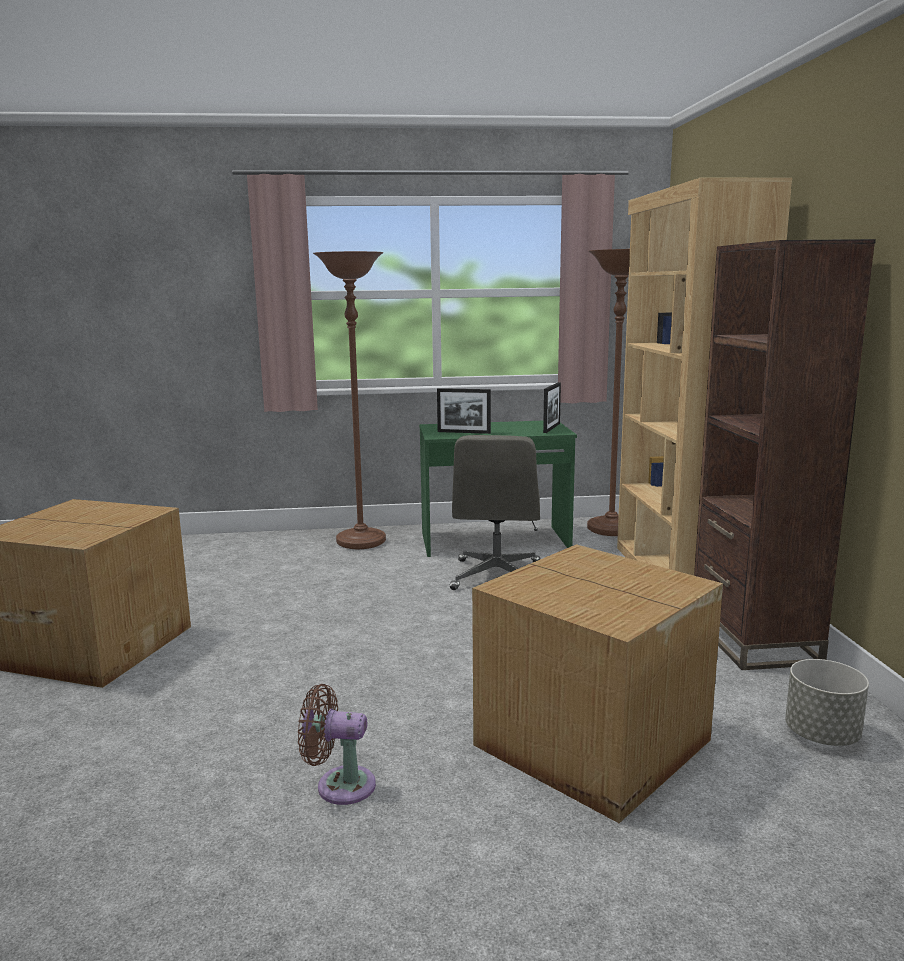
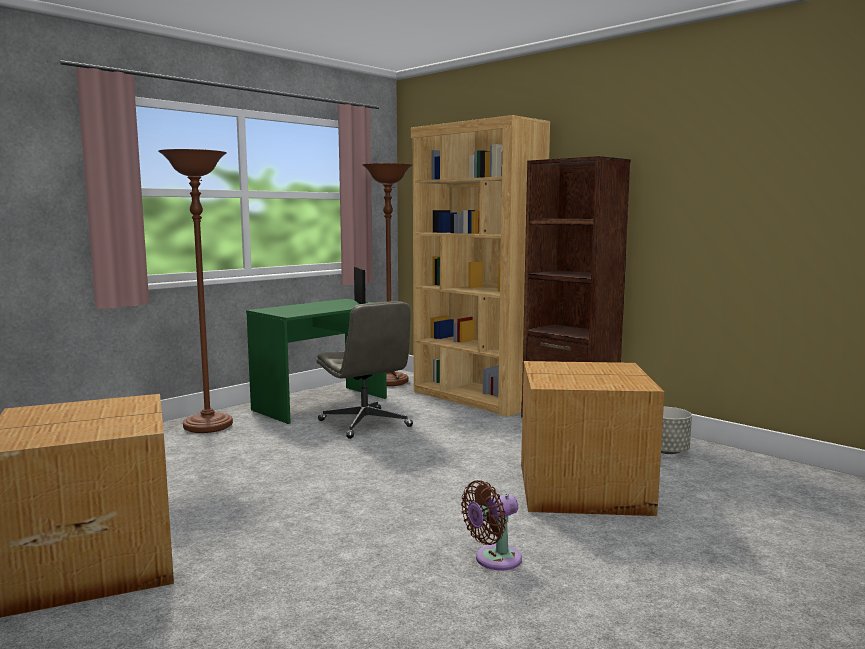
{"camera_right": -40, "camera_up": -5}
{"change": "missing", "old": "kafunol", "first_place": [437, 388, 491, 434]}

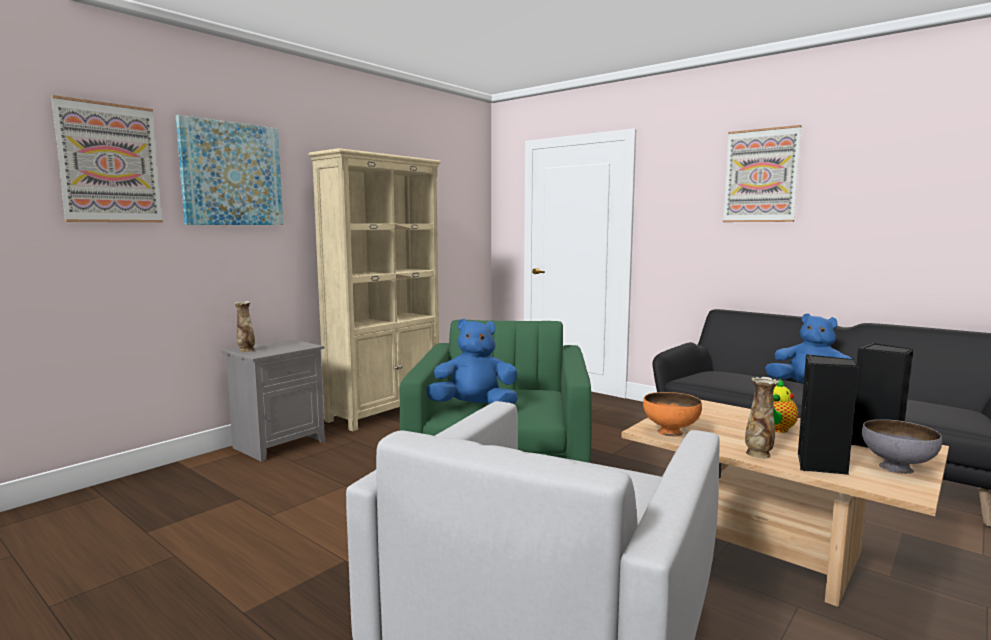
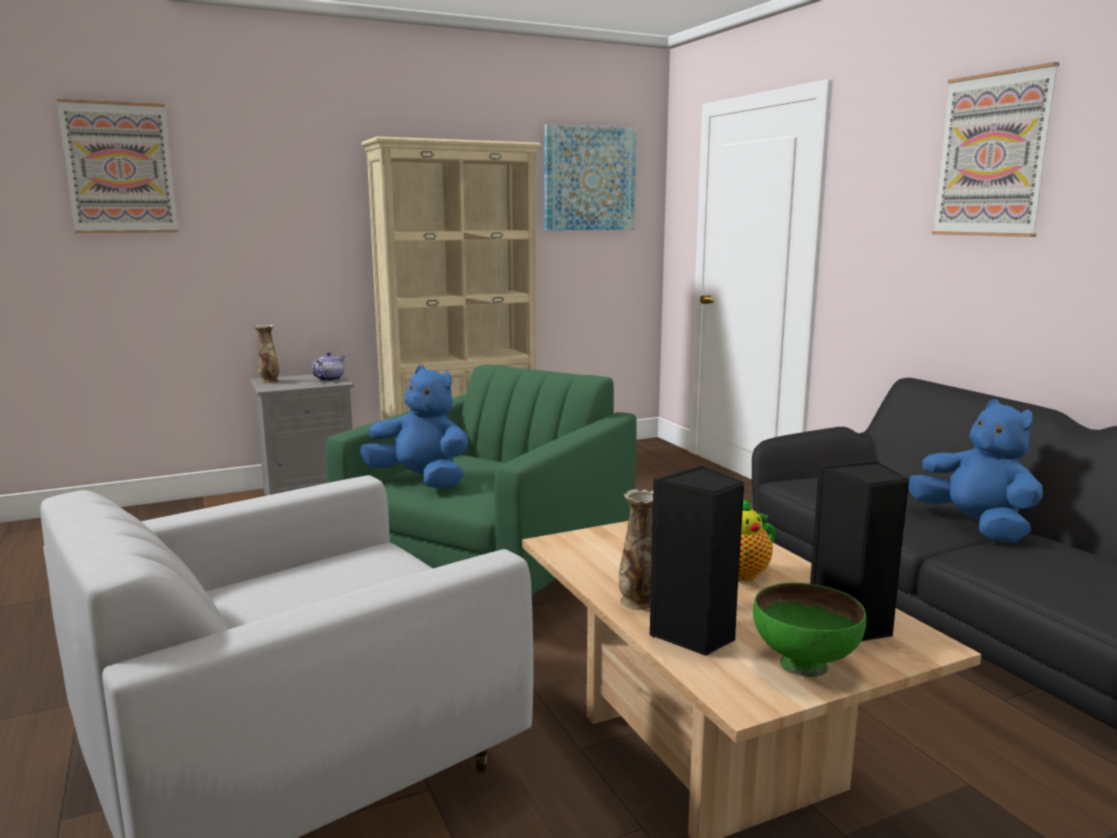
{"camera_right": 25, "camera_up": 5}
{"change": "relocated", "old": "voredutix", "first_place": [176, 115, 283, 225], "second_place": [544, 124, 636, 230]}
{"change": "missing", "old": "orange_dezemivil", "first_place": [643, 392, 702, 437]}
{"change": "colour", "old": "grey_dezemivil", "new": "green_dezemivil", "first_place": [862, 419, 942, 474], "second_place": [753, 583, 866, 677]}
{"change": "appeared", "new": "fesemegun", "second_place": [312, 352, 345, 381]}

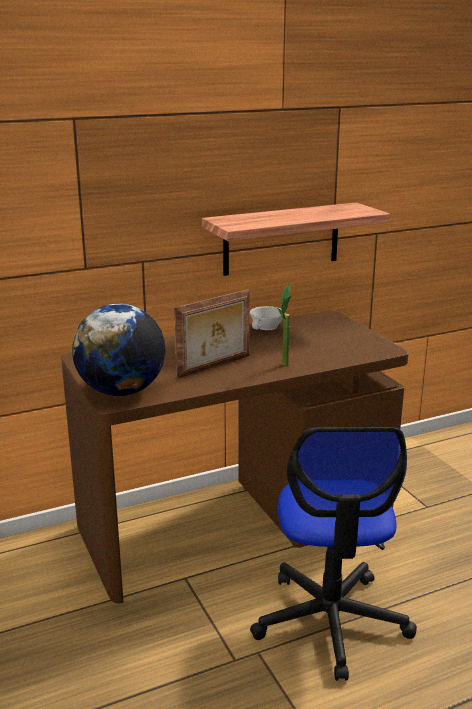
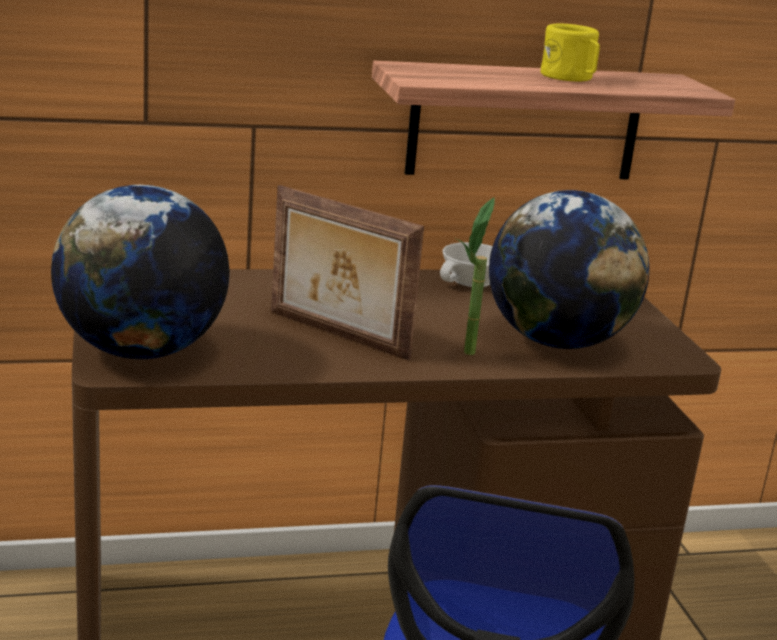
{"camera_right": 10, "camera_up": 0}
{"change": "spun", "old": "kafunol", "first_place": [174, 289, 250, 378], "second_place": [271, 185, 424, 360], "degrees": 60}
{"change": "appeared", "new": "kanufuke", "second_place": [489, 190, 649, 349]}
{"change": "appeared", "new": "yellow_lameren", "second_place": [541, 24, 600, 81]}

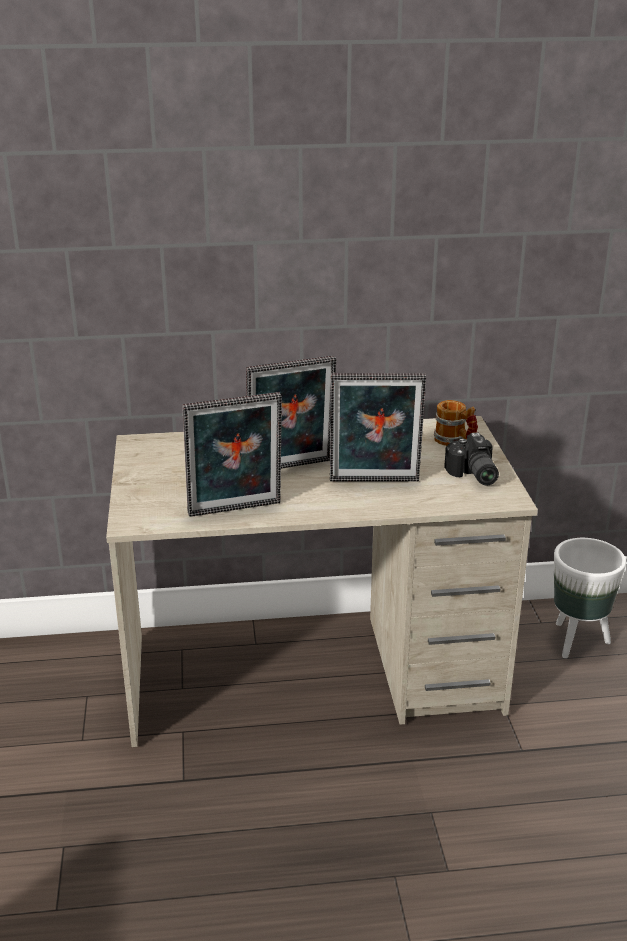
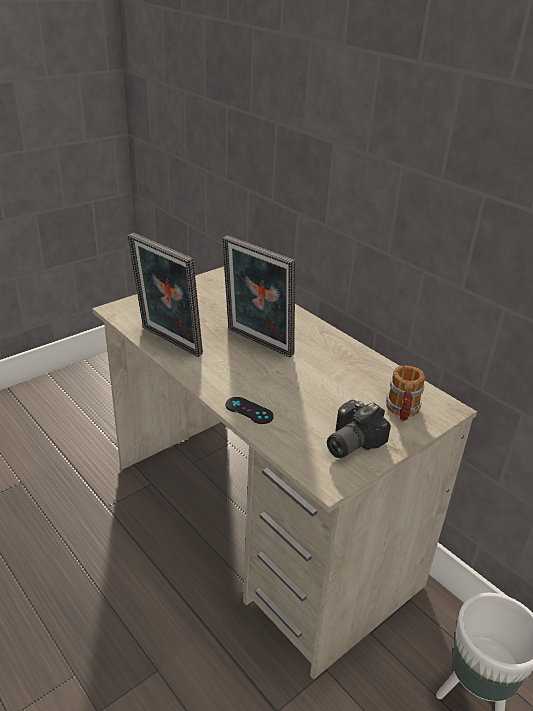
{"camera_right": 55, "camera_up": 5}
{"change": "missing", "old": "kafunol", "first_place": [330, 373, 426, 482]}
{"change": "appeared", "new": "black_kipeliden", "second_place": [226, 397, 274, 424]}

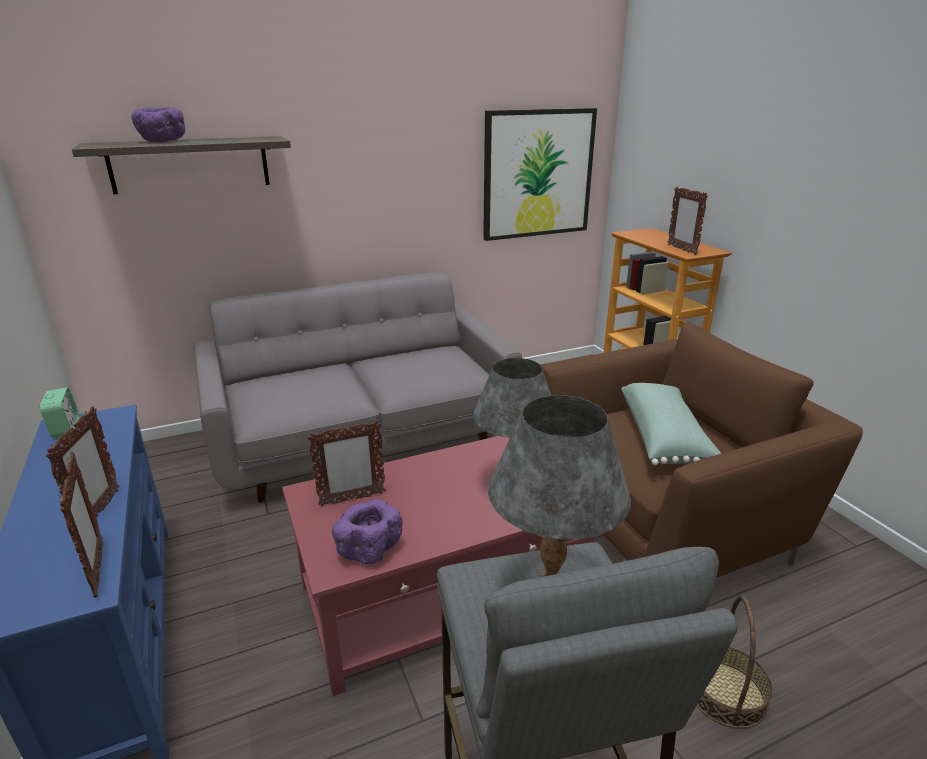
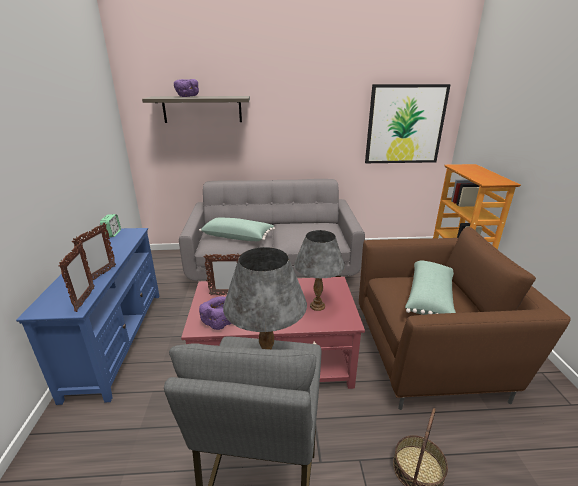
{"camera_right": 20, "camera_up": 0}
{"change": "missing", "old": "kafunol", "first_place": [668, 187, 708, 255]}
{"change": "appeared", "new": "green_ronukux", "second_place": [199, 218, 275, 241]}

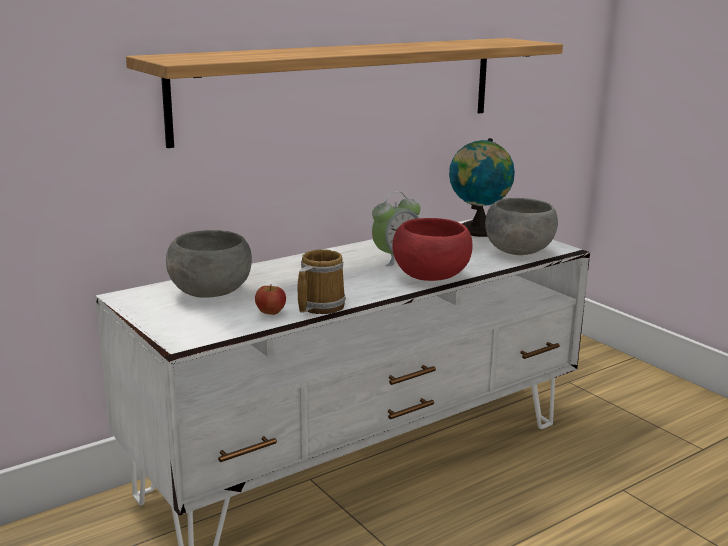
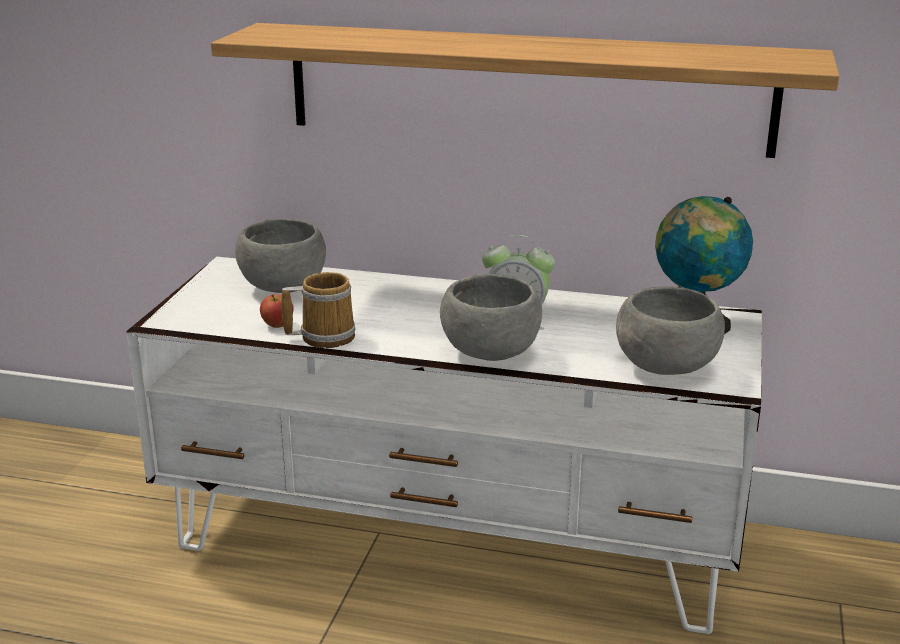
{"camera_right": 50, "camera_up": 5}
{"change": "colour", "old": "red_dezemivil", "new": "grey_dezemivil", "first_place": [392, 218, 472, 281], "second_place": [440, 274, 542, 361]}

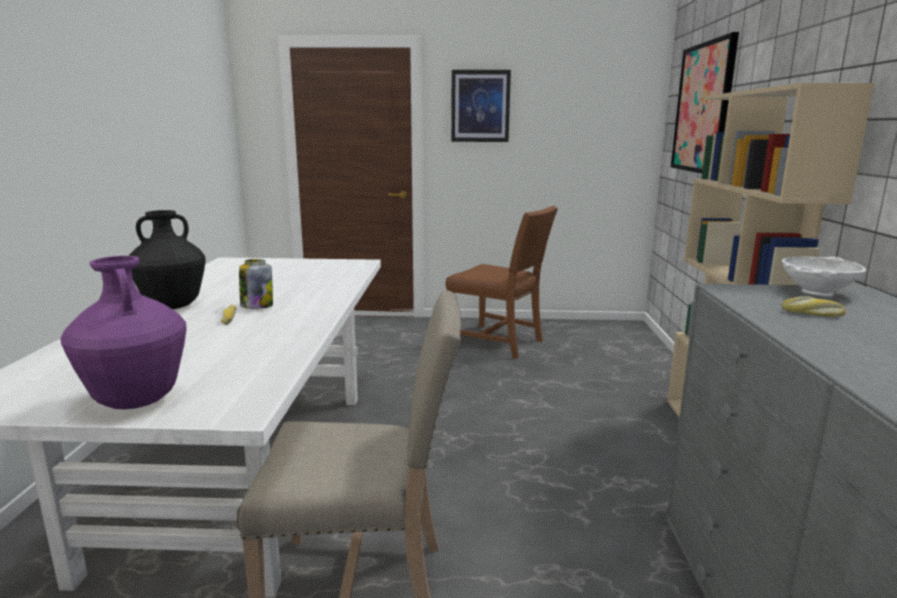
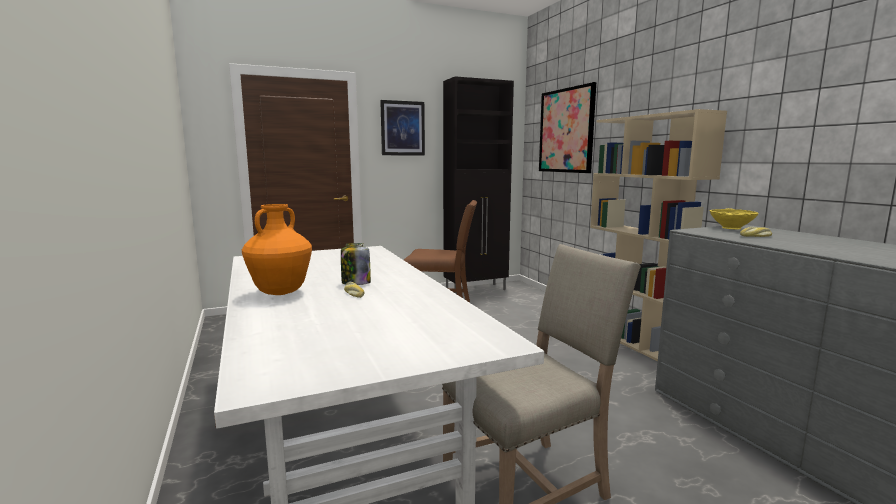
{"camera_right": -25, "camera_up": -5}
{"change": "missing", "old": "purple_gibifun", "first_place": [60, 256, 187, 410]}
{"change": "colour", "old": "black_gibifun", "new": "orange_gibifun", "first_place": [129, 210, 206, 309], "second_place": [242, 204, 312, 295]}
{"change": "colour", "old": "white_dezemivil", "new": "yellow_dezemivil", "first_place": [782, 257, 866, 296], "second_place": [710, 208, 759, 229]}
{"change": "appeared", "new": "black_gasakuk", "second_place": [443, 76, 514, 294]}

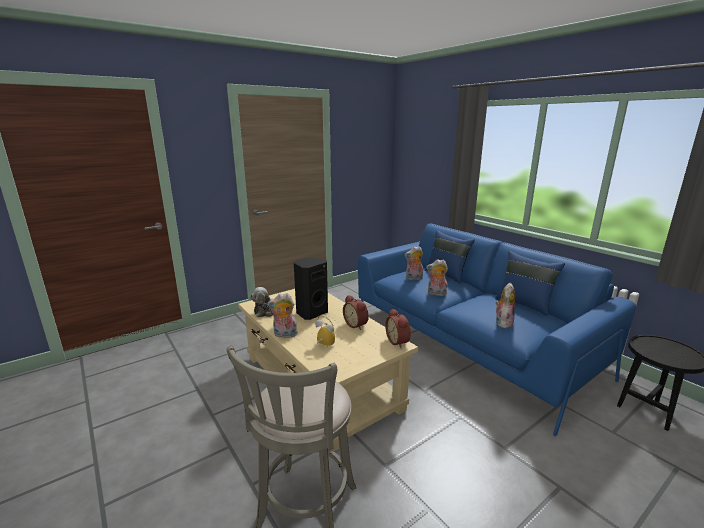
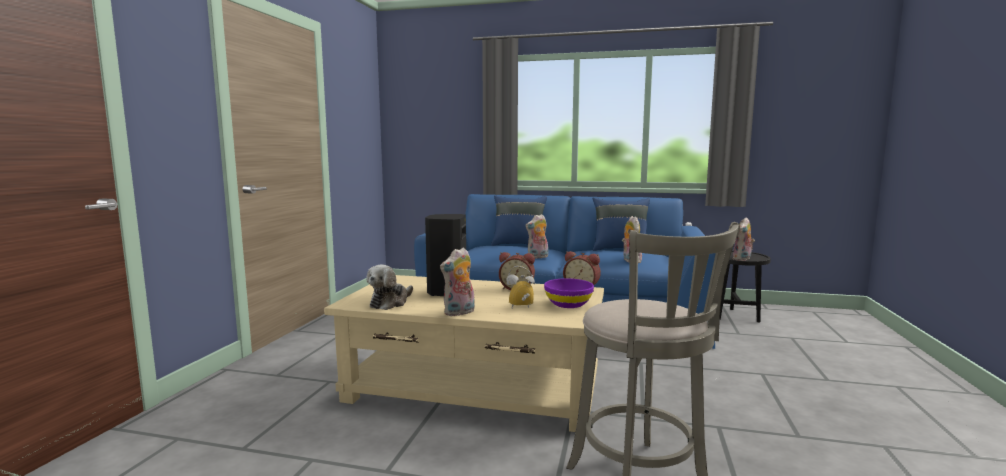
{"camera_right": -40, "camera_up": -10}
{"change": "relocated", "old": "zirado", "first_place": [404, 246, 423, 280], "second_place": [733, 217, 755, 261]}
{"change": "appeared", "new": "purple_dezemivil", "second_place": [544, 278, 594, 308]}

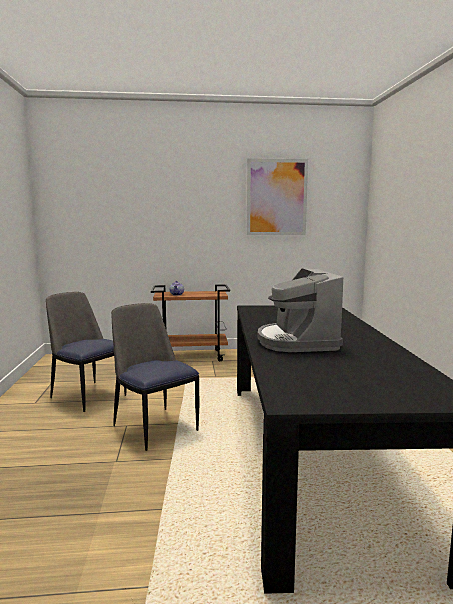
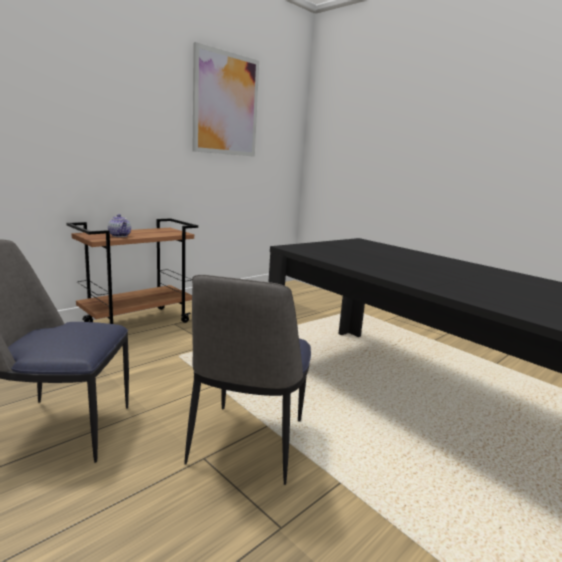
{"camera_right": -40, "camera_up": 5}
{"change": "spun", "old": "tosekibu", "first_place": [111, 303, 199, 451], "second_place": [184, 275, 311, 485], "degrees": -90}
{"change": "missing", "old": "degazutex", "first_place": [257, 268, 343, 352]}

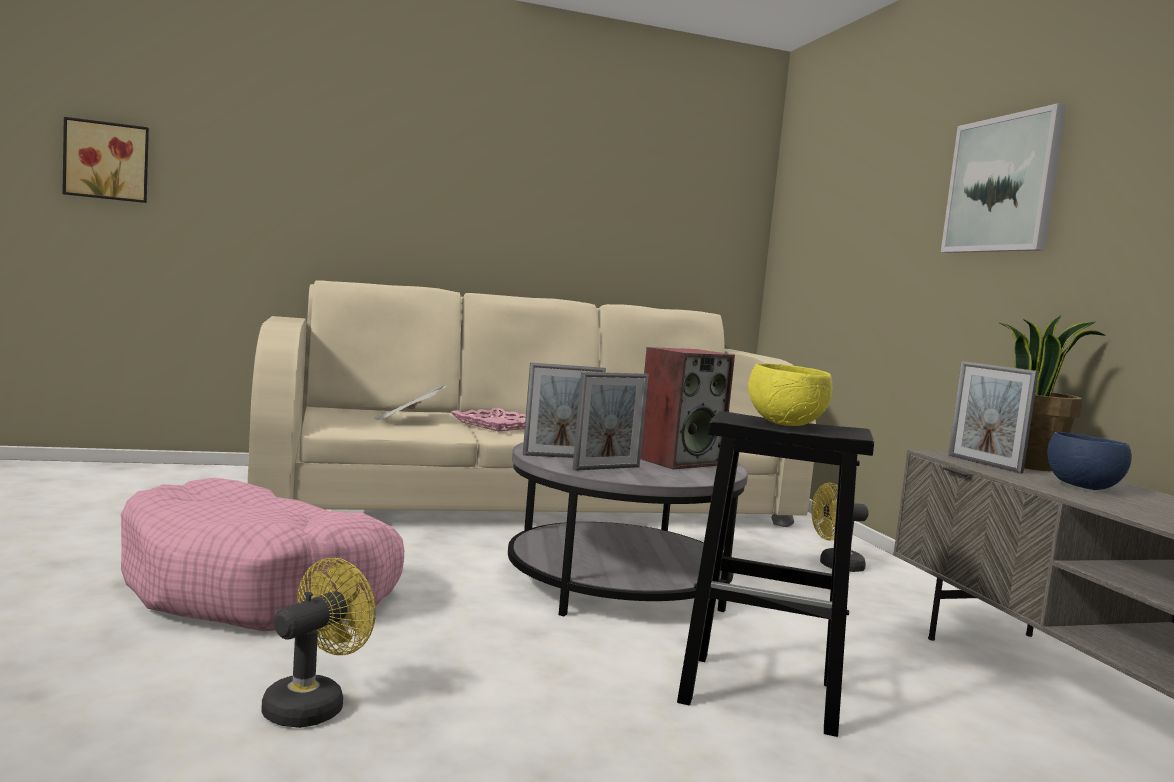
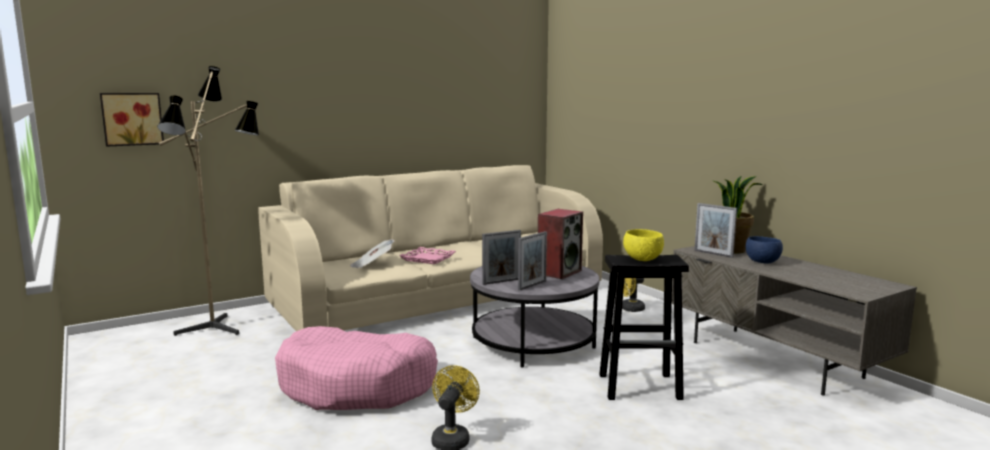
{"camera_right": -15, "camera_up": 5}
{"change": "missing", "old": "voredutix", "first_place": [941, 103, 1067, 253]}
{"change": "appeared", "new": "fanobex", "second_place": [157, 66, 259, 336]}

